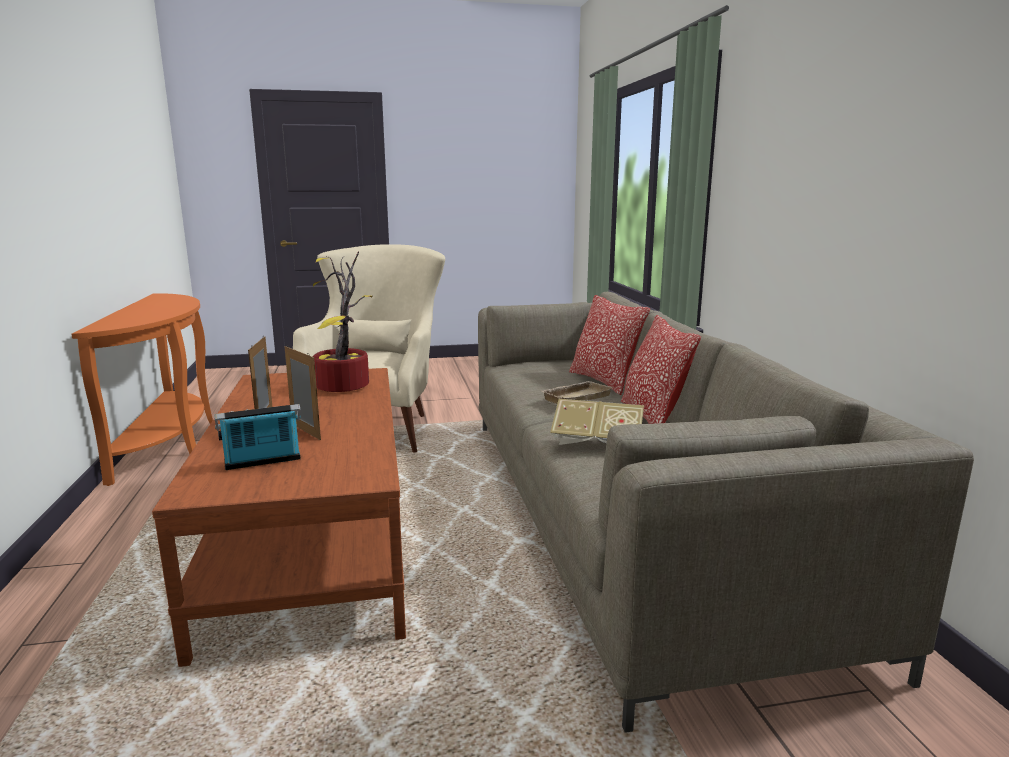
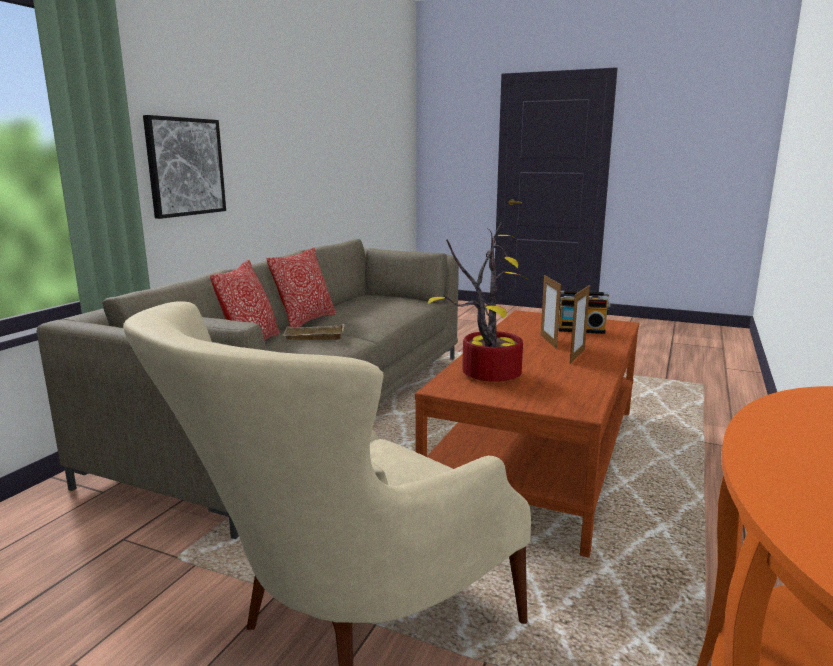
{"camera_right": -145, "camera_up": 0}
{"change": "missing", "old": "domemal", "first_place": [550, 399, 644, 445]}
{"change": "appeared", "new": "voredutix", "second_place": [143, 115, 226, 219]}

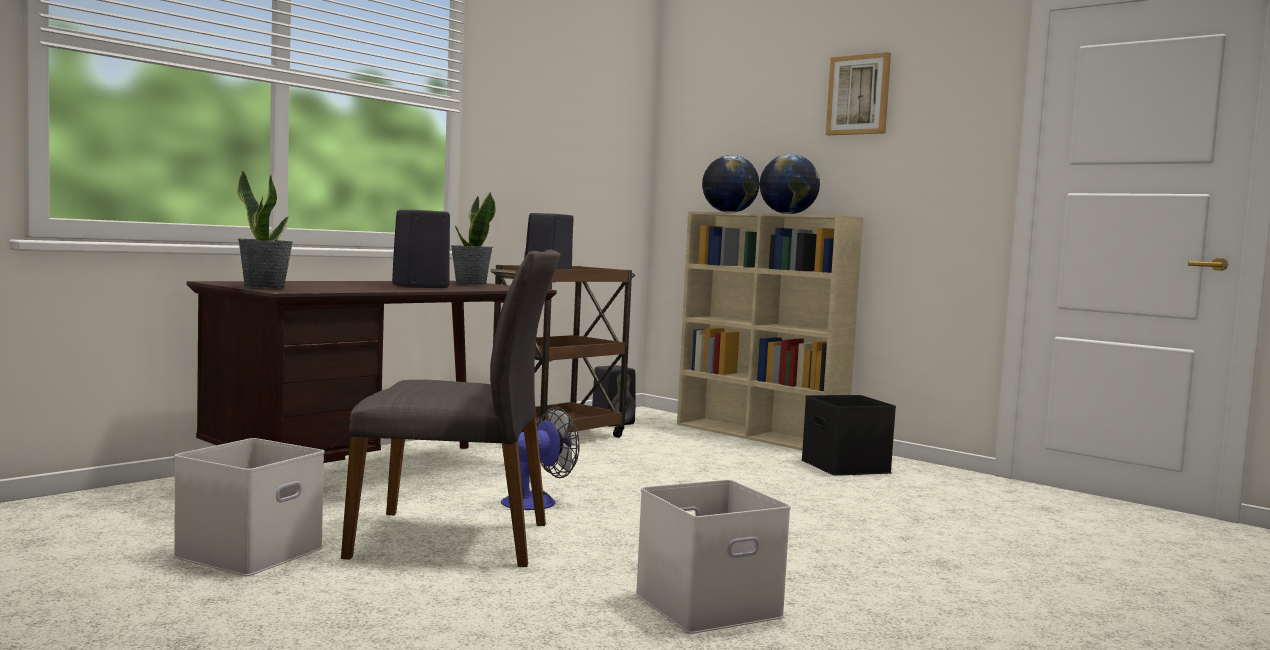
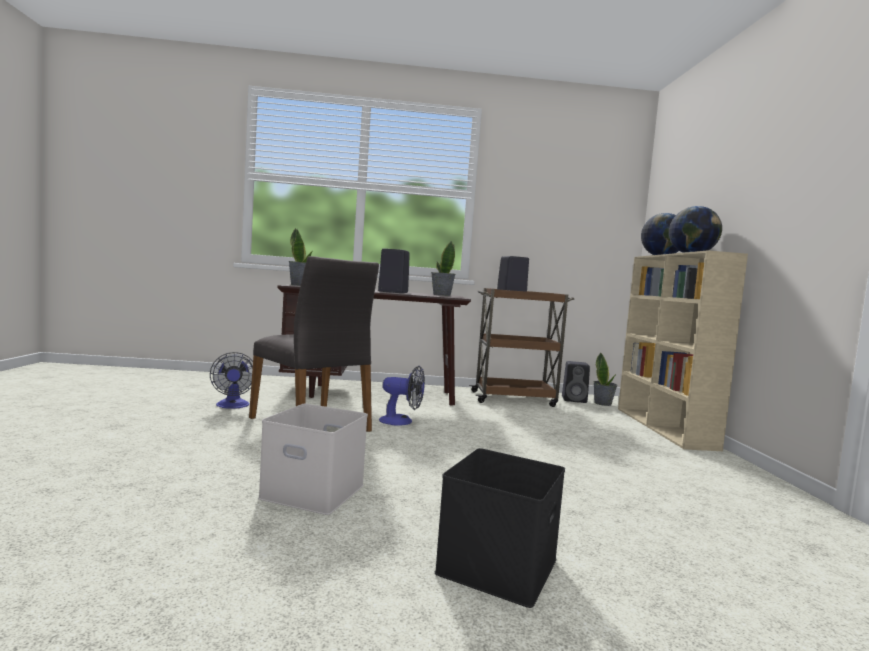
{"camera_right": 45, "camera_up": 0}
{"change": "exchanged", "old": "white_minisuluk", "new": "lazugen", "first_place": [173, 438, 324, 576], "second_place": [210, 352, 253, 409]}
{"change": "relocated", "old": "black_minisuluk", "first_place": [801, 395, 896, 476], "second_place": [435, 448, 565, 608]}
{"change": "missing", "old": "voredutix", "first_place": [826, 52, 891, 135]}
{"change": "appeared", "new": "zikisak", "second_place": [593, 352, 618, 406]}

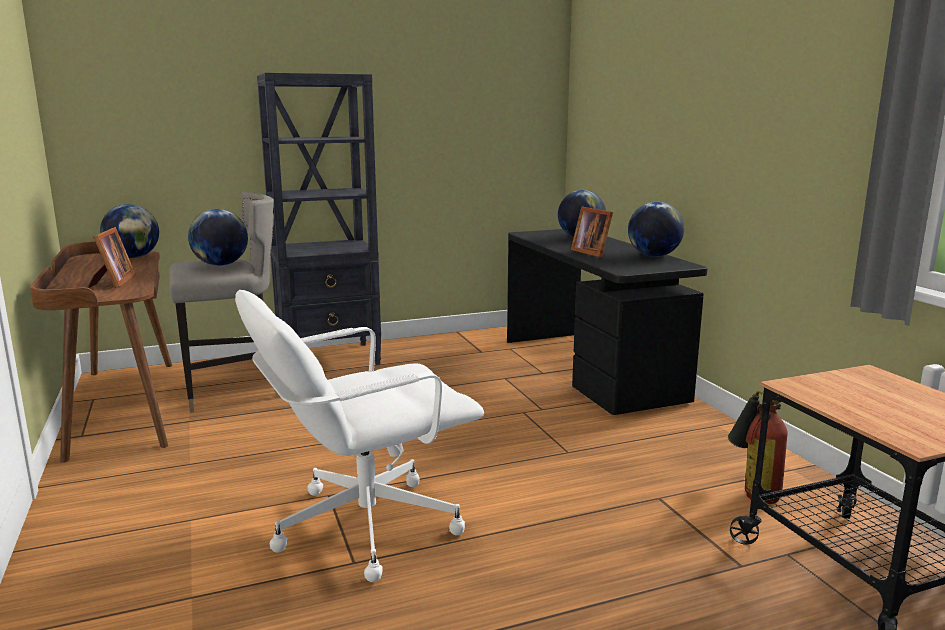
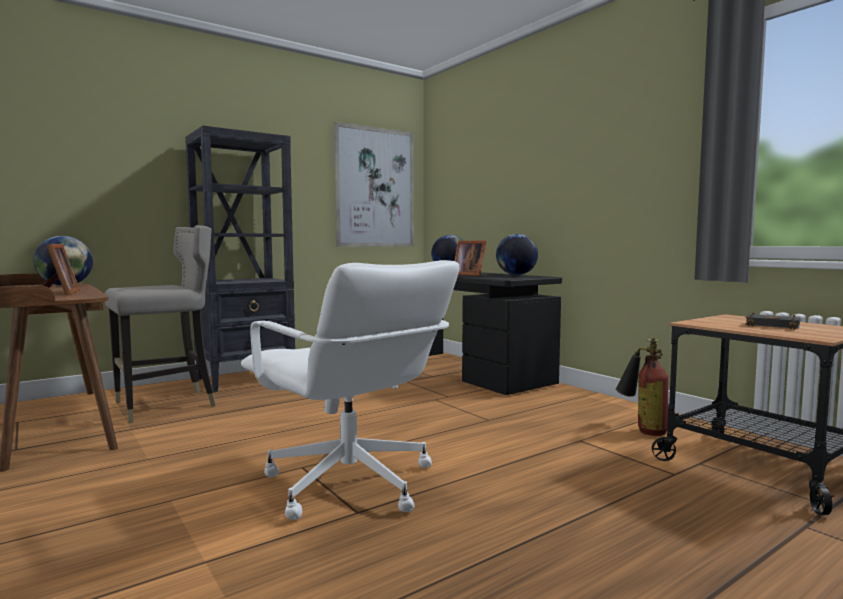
{"camera_right": -15, "camera_up": -10}
{"change": "missing", "old": "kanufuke", "first_place": [188, 209, 248, 266]}
{"change": "spun", "old": "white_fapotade", "first_place": [235, 290, 484, 582], "second_place": [241, 260, 459, 520], "degrees": -90}
{"change": "appeared", "new": "voredutix", "second_place": [334, 122, 414, 247]}
{"change": "appeared", "new": "black_domemal", "second_place": [745, 312, 800, 330]}

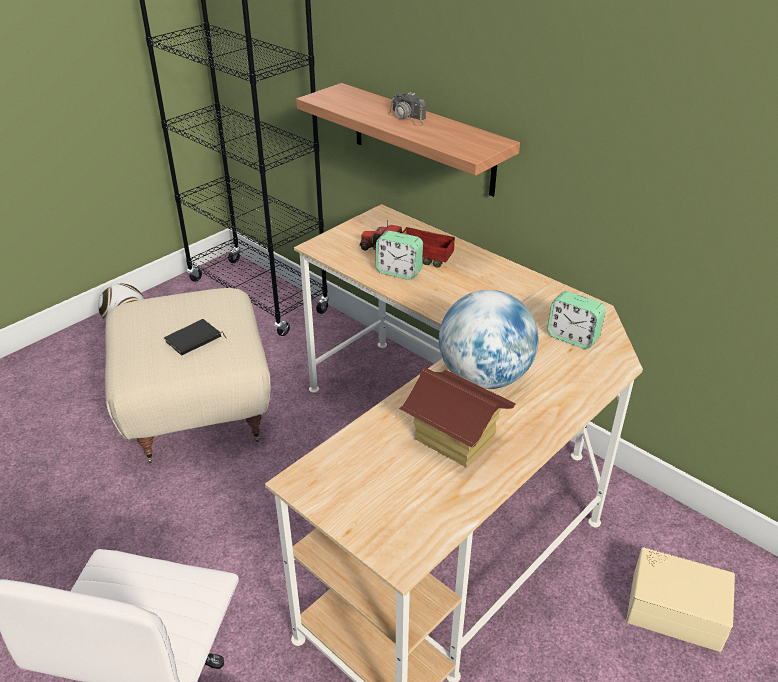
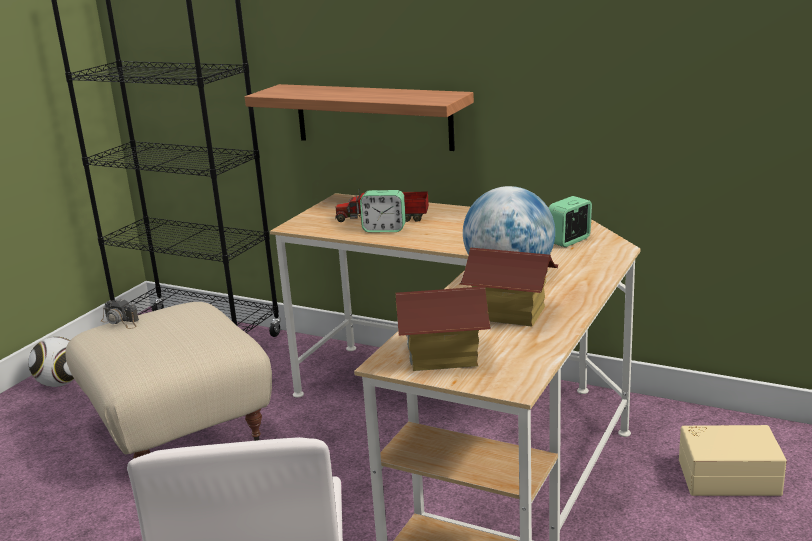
{"camera_right": -15, "camera_up": -15}
{"change": "missing", "old": "black_domemal", "first_place": [164, 319, 226, 356]}
{"change": "relocated", "old": "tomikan", "first_place": [387, 92, 426, 126], "second_place": [101, 298, 139, 329]}
{"change": "spun", "old": "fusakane", "first_place": [547, 291, 606, 349], "second_place": [549, 196, 592, 247], "degrees": 120}
{"change": "appeared", "new": "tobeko", "second_place": [396, 286, 491, 371]}

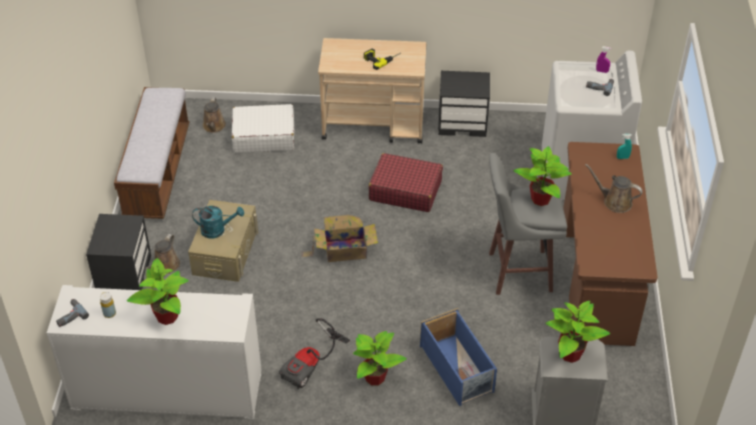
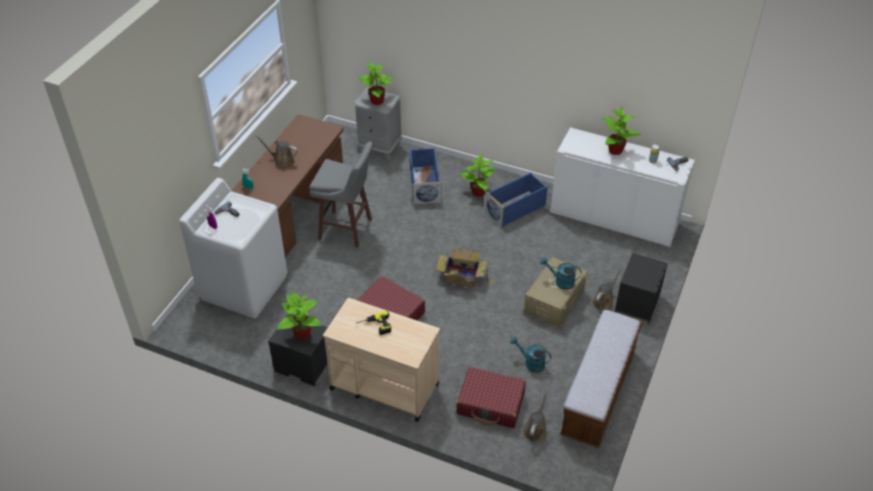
{"camera_right": -160, "camera_up": 0}
{"change": "colour", "old": "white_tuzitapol", "new": "red_tuzitapol", "first_place": [232, 104, 294, 153], "second_place": [456, 367, 526, 428]}
{"change": "exchanged", "old": "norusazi", "new": "blue_minisuluk", "first_place": [279, 318, 350, 389], "second_place": [485, 172, 548, 228]}
{"change": "relocated", "old": "zikisak", "first_place": [513, 146, 572, 206], "second_place": [277, 292, 321, 339]}
{"change": "spun", "old": "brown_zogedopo", "first_place": [585, 164, 643, 213], "second_place": [255, 135, 298, 168], "degrees": 150}
{"change": "appeared", "new": "turquoise_zogedopo", "second_place": [510, 337, 551, 372]}

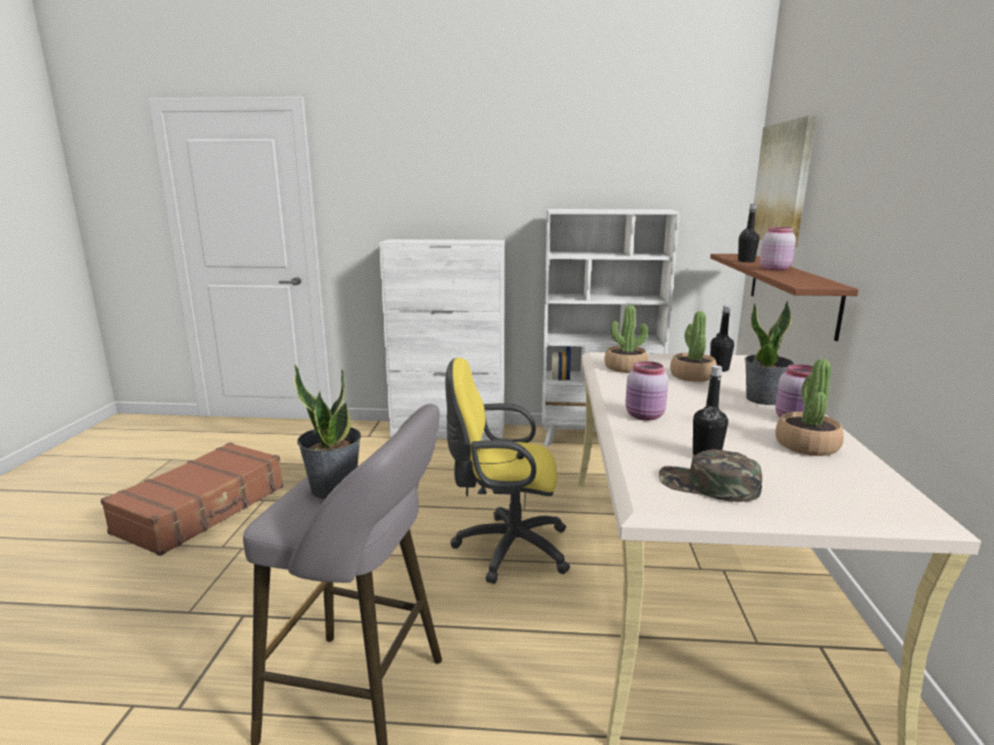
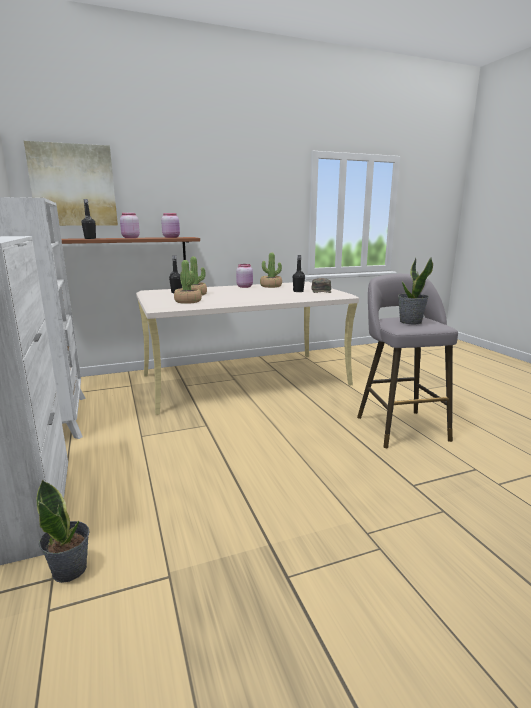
{"camera_right": -115, "camera_up": 0}
{"change": "missing", "old": "brown_tuzitapol", "first_place": [101, 442, 284, 556]}
{"change": "missing", "old": "yellow_fapotade", "first_place": [445, 358, 570, 584]}
{"change": "relocated", "old": "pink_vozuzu", "first_place": [625, 361, 669, 421], "second_place": [161, 213, 180, 238]}
{"change": "relocated", "old": "zikisak", "first_place": [745, 300, 794, 405], "second_place": [37, 479, 90, 583]}

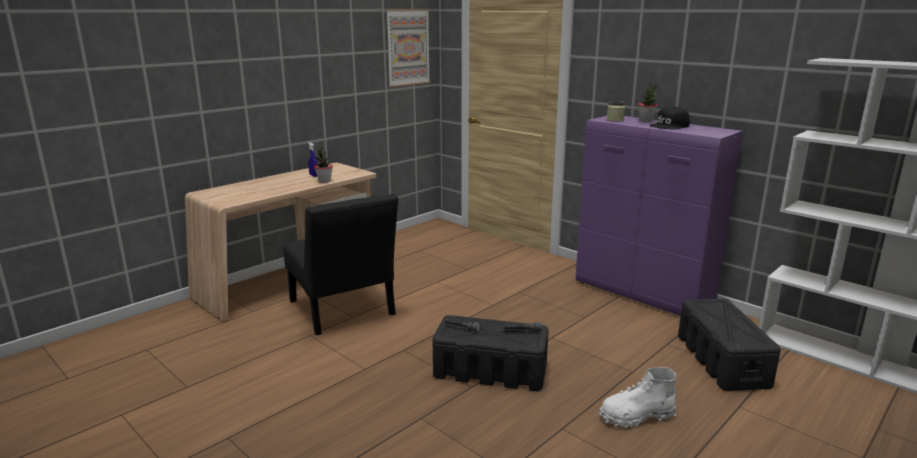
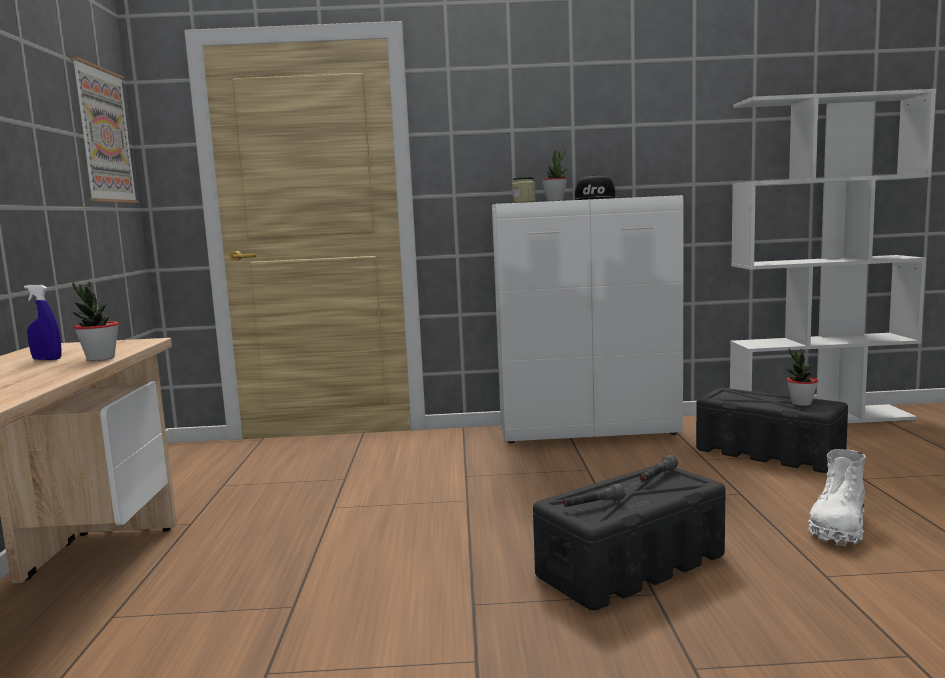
{"camera_right": -45, "camera_up": -10}
{"change": "missing", "old": "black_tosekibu", "first_place": [283, 193, 399, 335]}
{"change": "colour", "old": "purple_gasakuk", "new": "white_gasakuk", "first_place": [576, 116, 743, 316], "second_place": [492, 195, 684, 444]}
{"change": "appeared", "new": "zikisak", "second_place": [786, 348, 818, 406]}

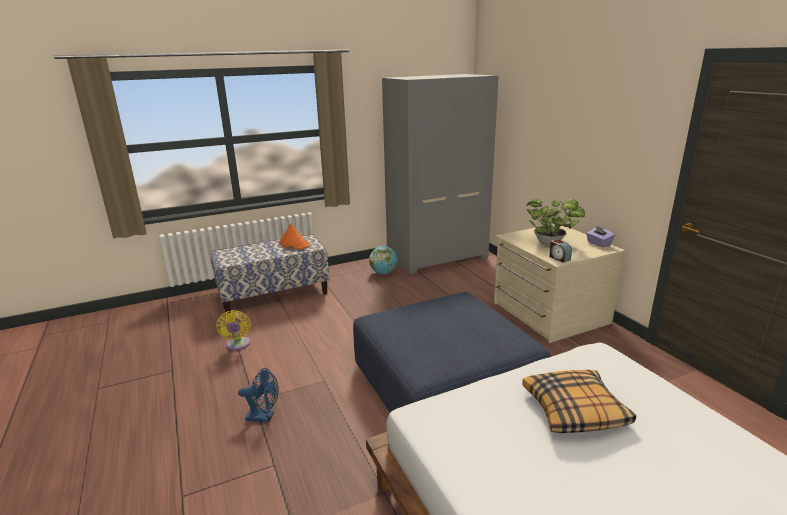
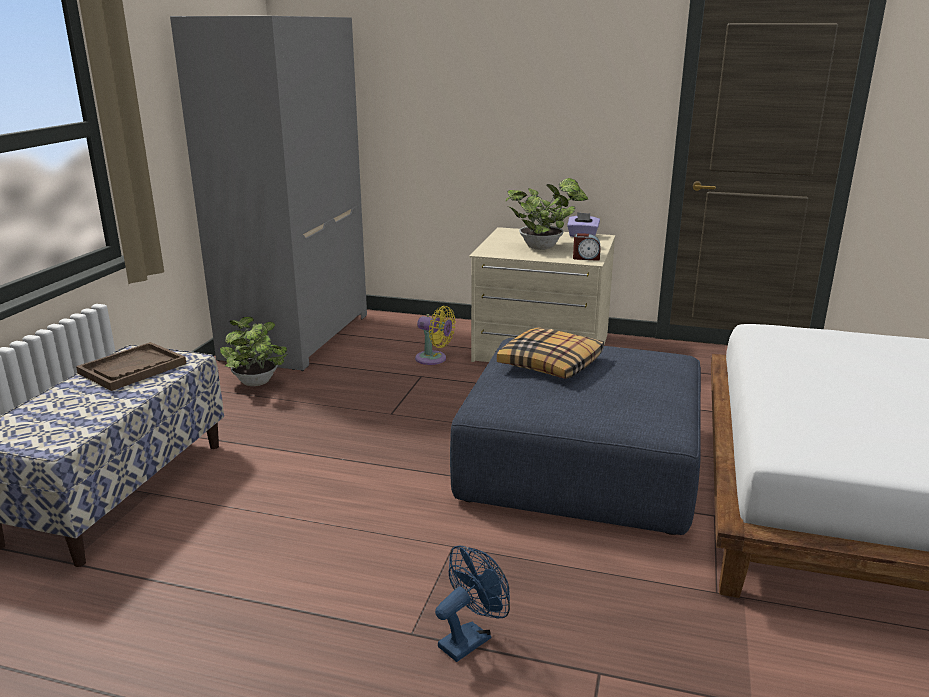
{"camera_right": -50, "camera_up": 0}
{"change": "relocated", "old": "yellow_lazugen", "first_place": [216, 310, 251, 351], "second_place": [415, 306, 456, 365]}
{"change": "exchanged", "old": "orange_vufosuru", "new": "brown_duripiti", "first_place": [279, 223, 309, 250], "second_place": [76, 342, 186, 391]}
{"change": "exchanged", "old": "kanufuke", "new": "zikisak", "first_place": [369, 246, 397, 274], "second_place": [220, 317, 288, 386]}
{"change": "relocated", "old": "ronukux", "first_place": [522, 370, 636, 433], "second_place": [497, 327, 604, 379]}

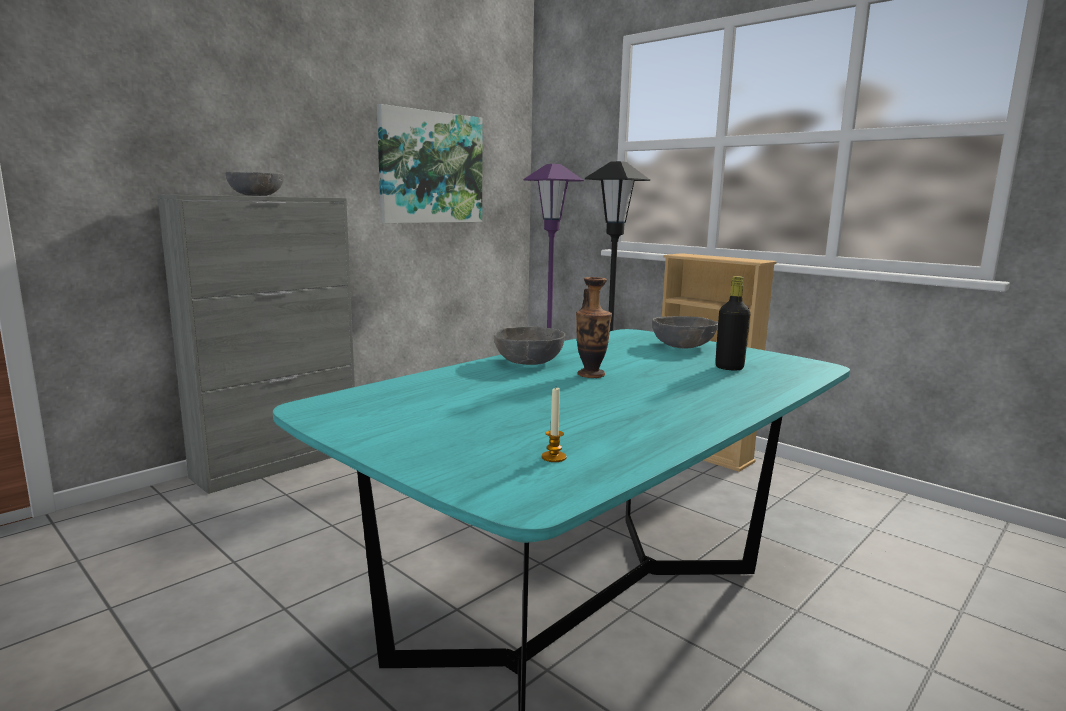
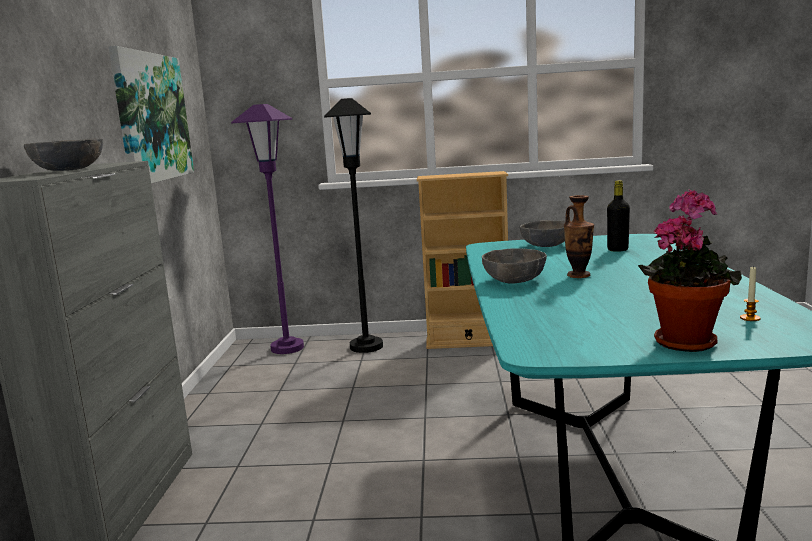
{"camera_right": -40, "camera_up": 0}
{"change": "appeared", "new": "zikisak", "second_place": [638, 190, 742, 352]}

